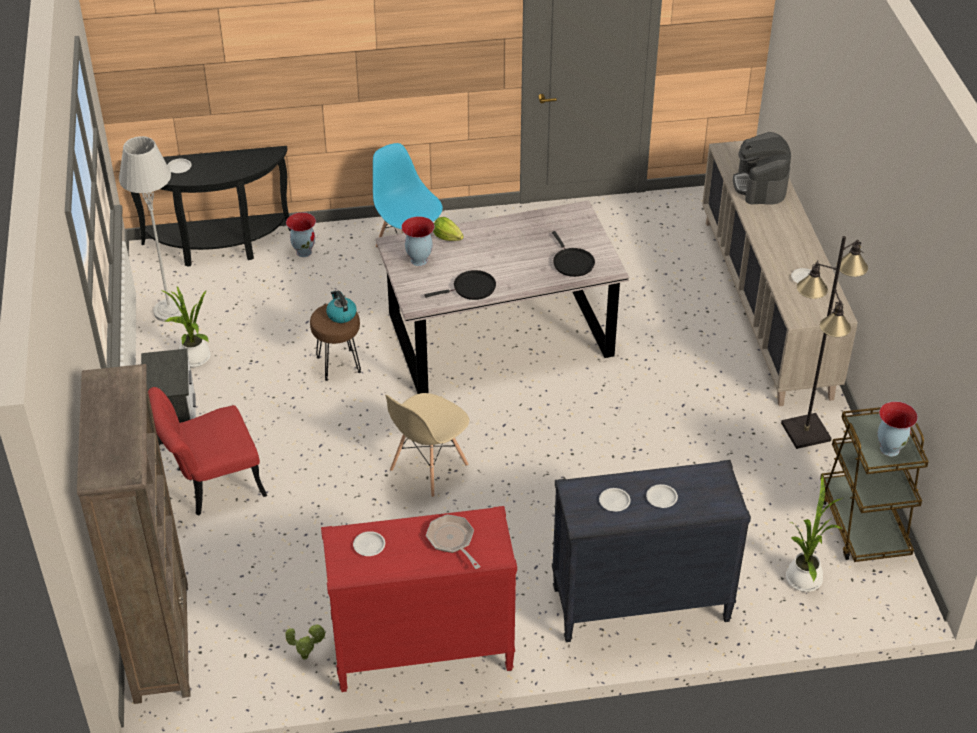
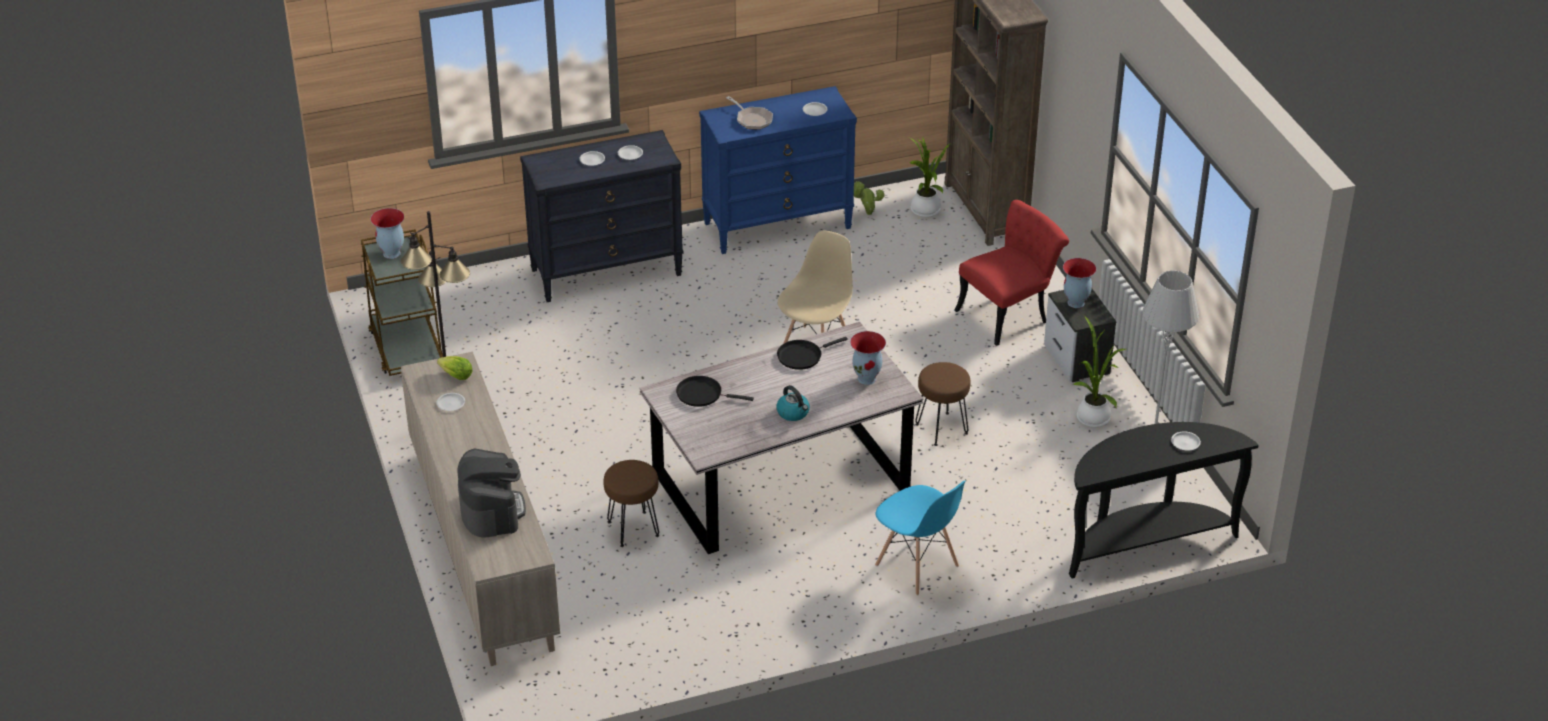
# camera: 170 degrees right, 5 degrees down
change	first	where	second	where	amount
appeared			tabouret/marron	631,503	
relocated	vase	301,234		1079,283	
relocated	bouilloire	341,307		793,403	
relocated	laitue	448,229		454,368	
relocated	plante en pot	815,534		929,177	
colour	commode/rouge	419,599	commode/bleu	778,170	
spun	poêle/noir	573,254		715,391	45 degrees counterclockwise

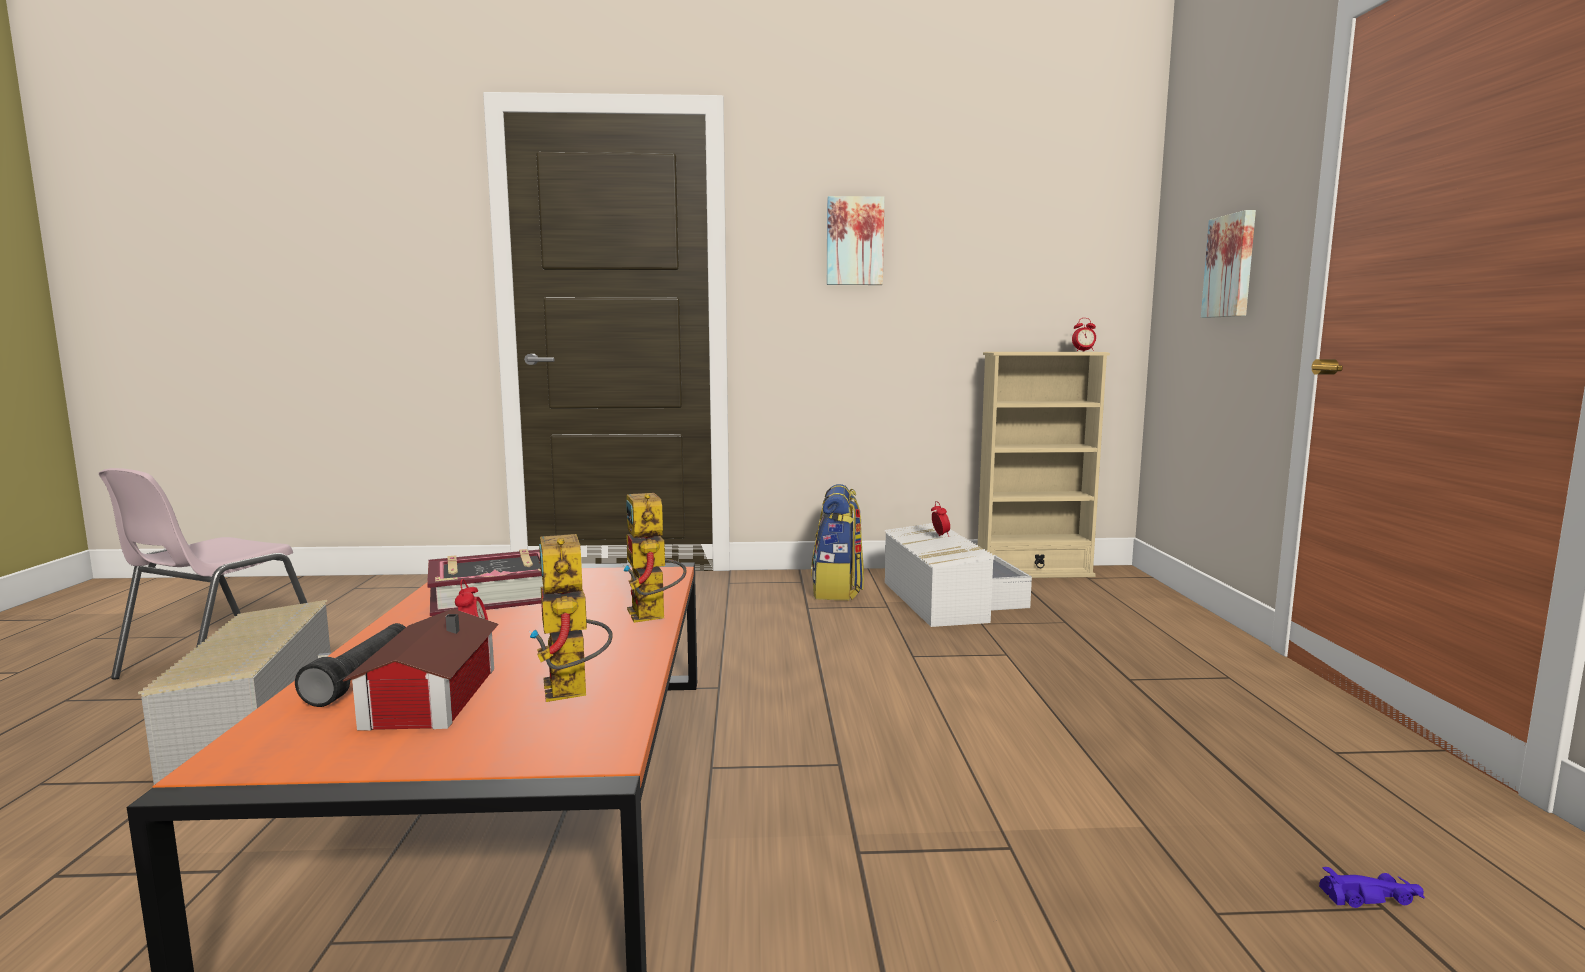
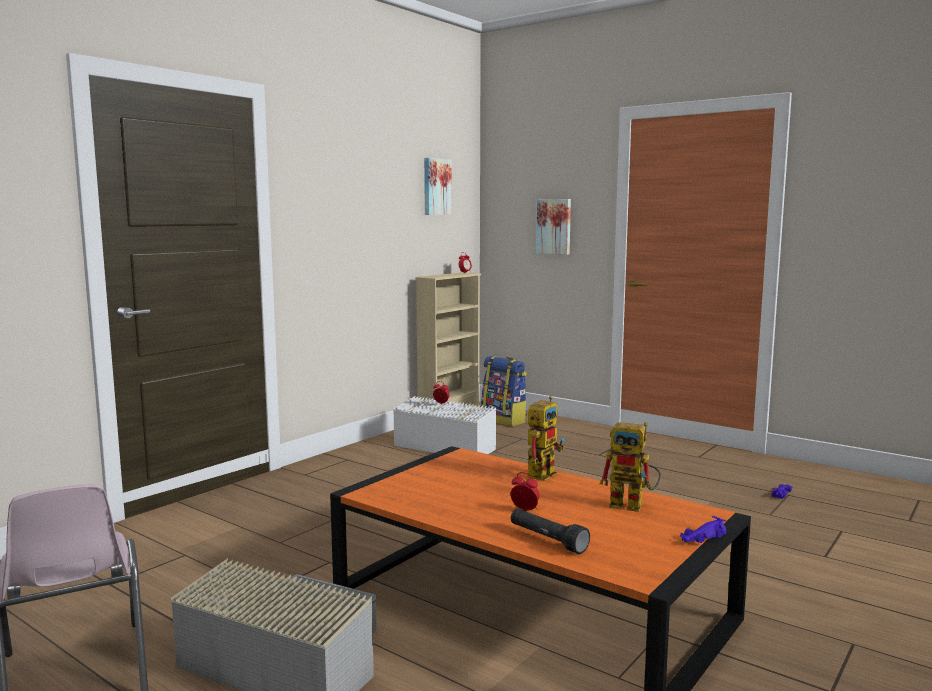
# camera: 50 degrees left, 0 degrees up
change	first	where	second	where	amount
missing	maison miniature	420,670			
missing	livre	485,582			
appeared			petite voiture/violet	703,529	
relocated	sac à dos	837,542		504,391	
relocated	tableau	855,240		438,186	
spun	robot jouet	654,558		546,438	75 degrees counterclockwise

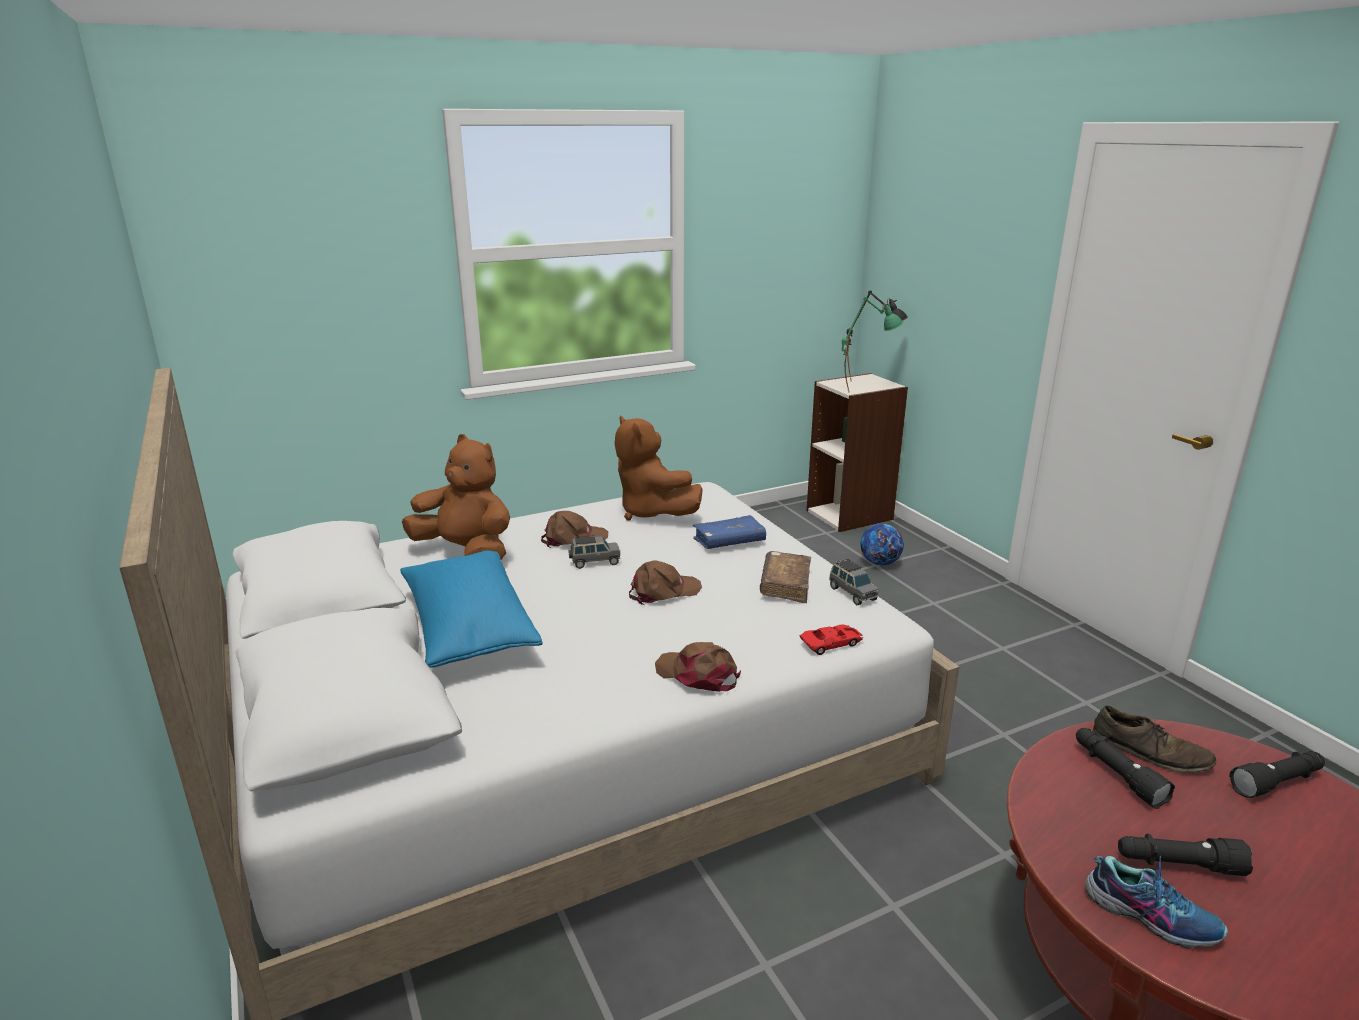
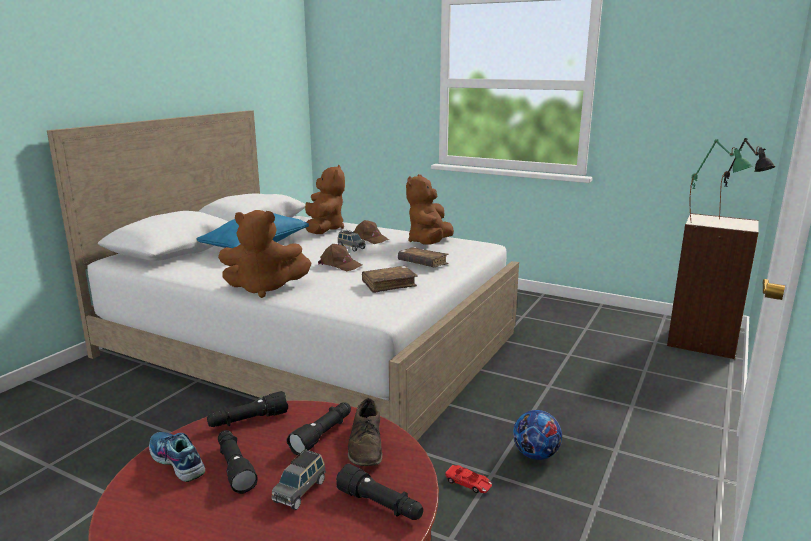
# camera: 55 degrees right, 5 degrees down
change	first	where	second	where	amount
appeared			lampe de poche/noir	247,409	
relocated	petite voiture/rouge	831,639		468,479	
relocated	petite voiture/gris	853,582		298,479	
relocated	ballon de foot	882,544		537,435	
exchanged	casquette/marron	698,667	peluche/marron	265,254	
colour	livre/bleu	729,532	livre/marron	423,257	
spun	chaussure	1156,902		177,457	135 degrees clockwise

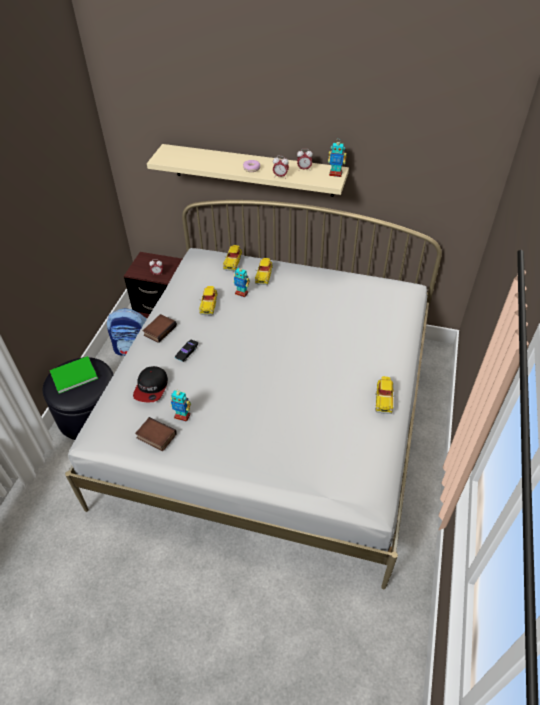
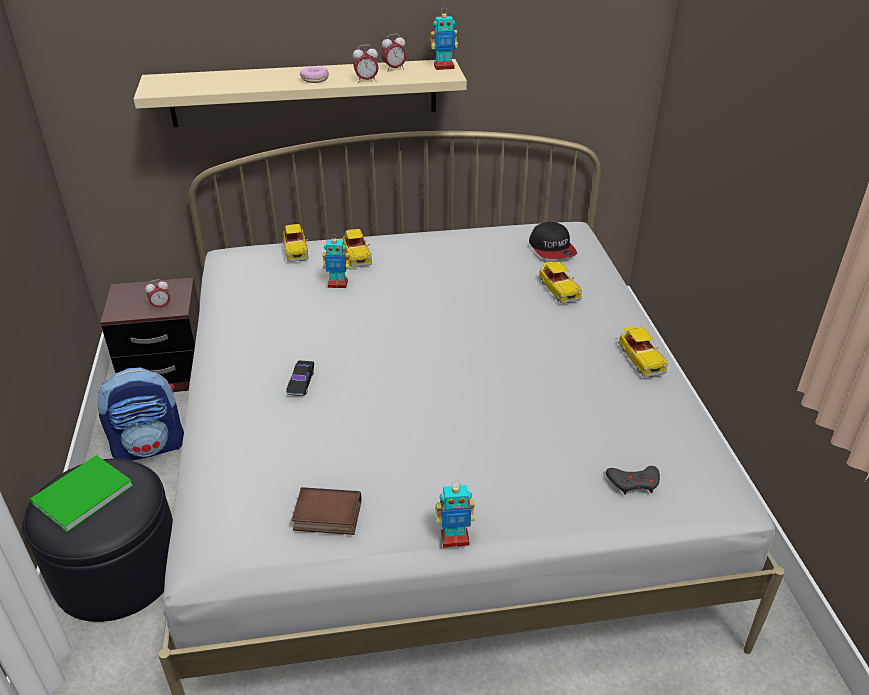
# camera: 25 degrees left, 10 degrees down
change	first	where	second	where	amount
missing	livre	160,328			
appeared			manette/gris	633,480	
relocated	casquette	150,384		553,240	
relocated	robot jouet	181,406		455,514	
relocated	petite voiture	208,300		560,283	

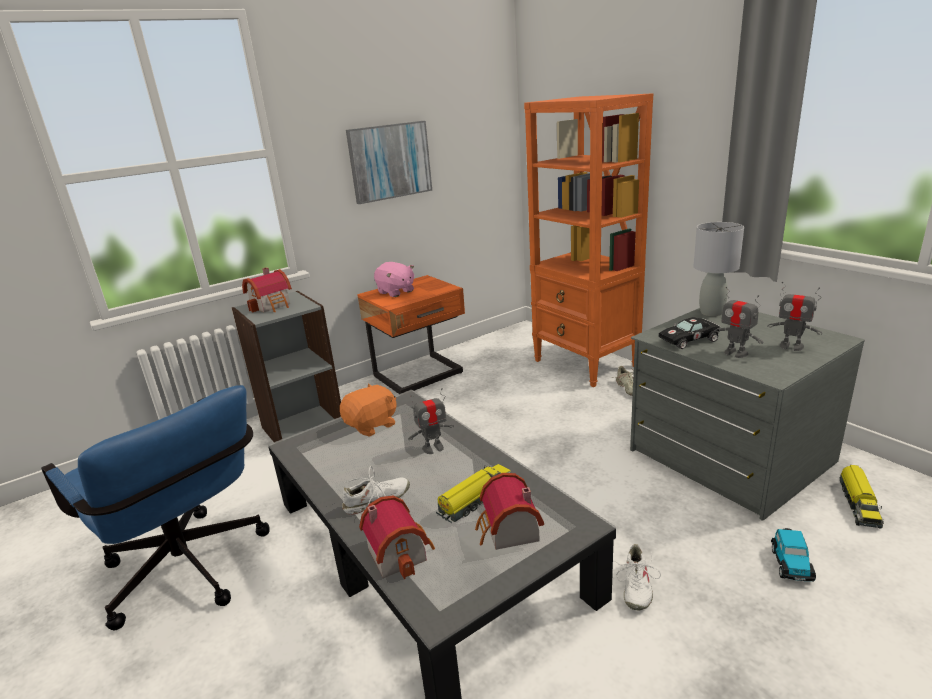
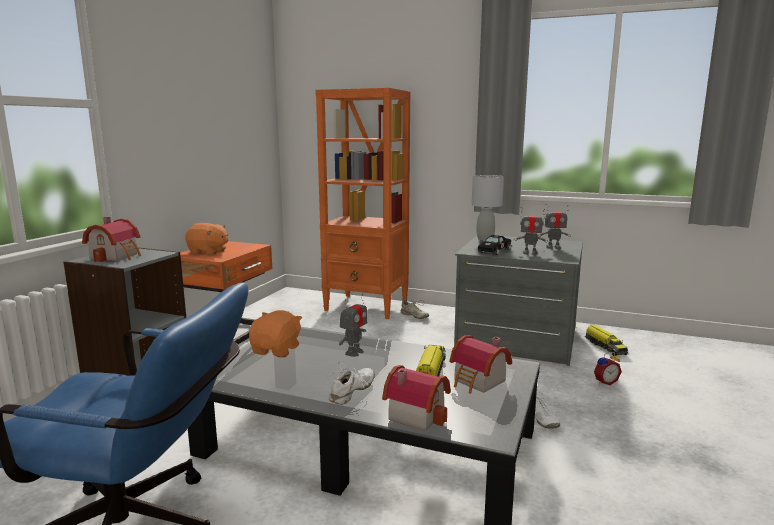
# camera: 35 degrees left, 10 degrees down
change	first	where	second	where	amount
missing	tableau	389,162			
exchanged	petite voiture	793,555	réveil	607,368	
colour	peluche/rose	394,279	peluche/orange	206,239	

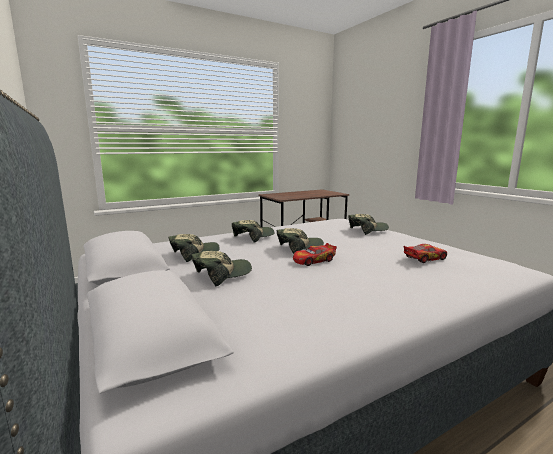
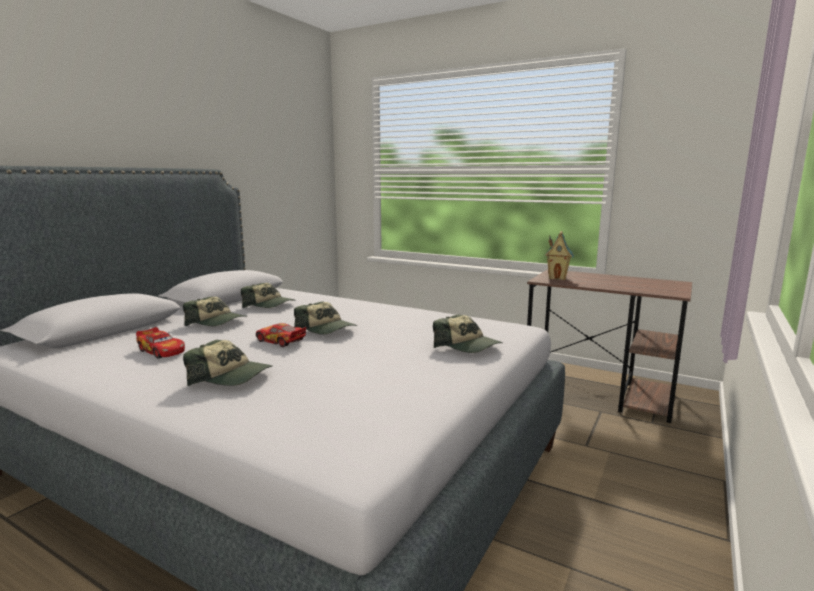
# camera: 60 degrees right, 0 degrees up
change	first	where	second	where	amount
appeared			maison miniature	559,255	
relocated	casquette	253,231		227,363	
relocated	petite voiture	425,253		160,343	

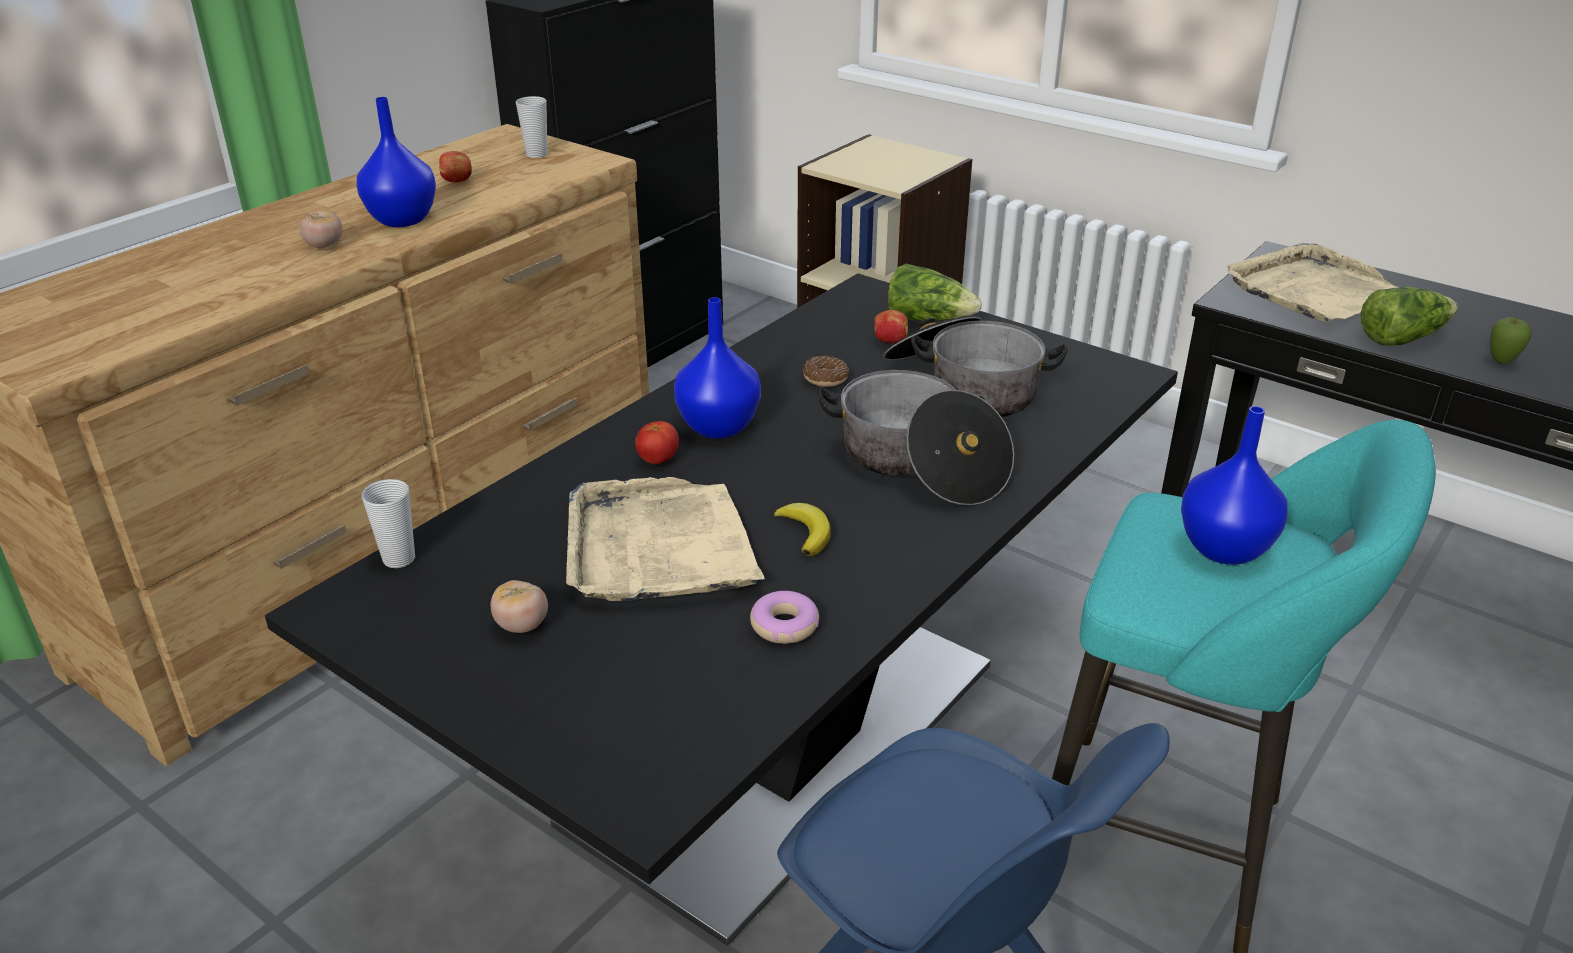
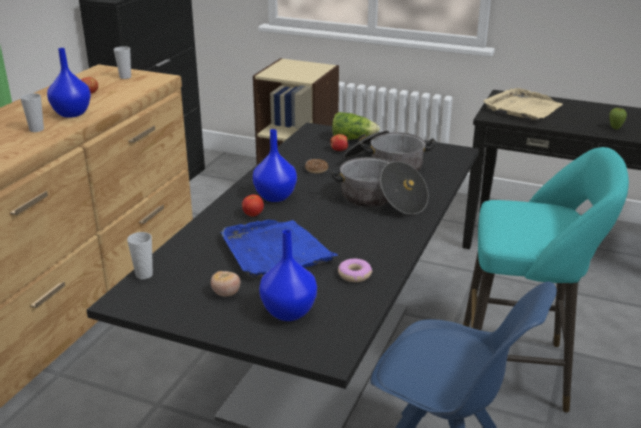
# camera: 15 degrees left, 5 degrees down
change	first	where	second	where	amount
missing	banane	802,529			
missing	laitue	1409,316			
relocated	vase/bleu	1234,485		288,275	
exchanged	tomate	321,228	tasse	32,112	
colour	plateau/beige	665,539	plateau/bleu	280,248	

